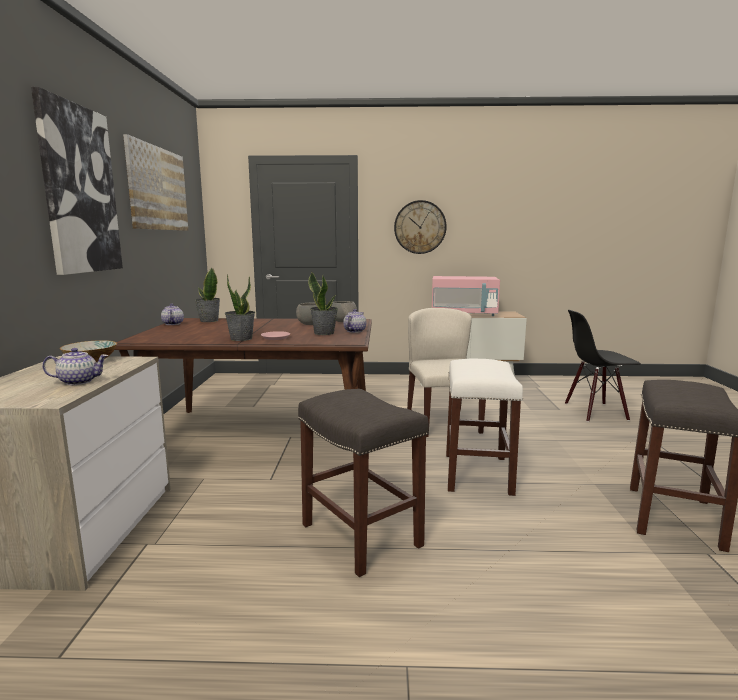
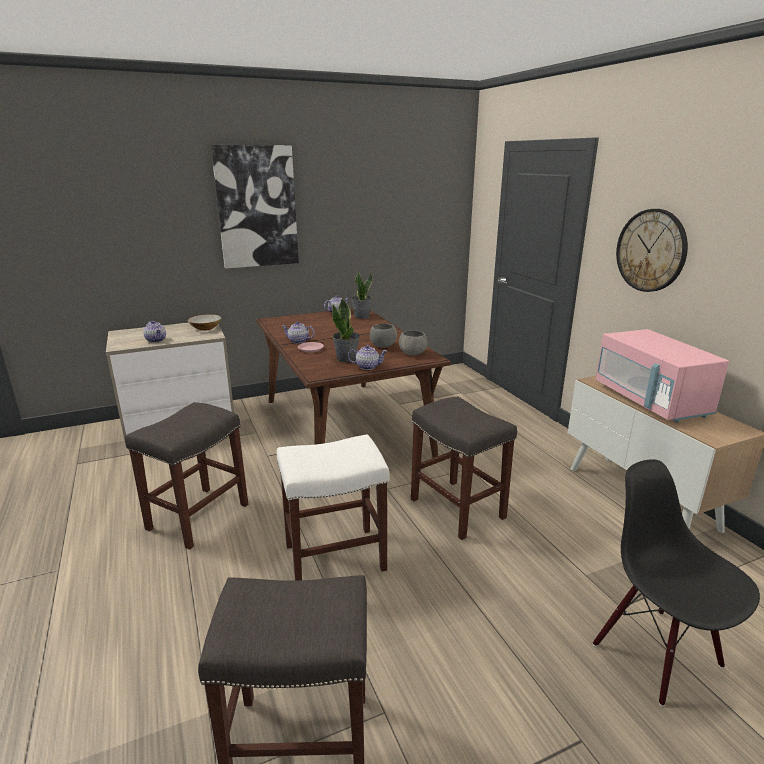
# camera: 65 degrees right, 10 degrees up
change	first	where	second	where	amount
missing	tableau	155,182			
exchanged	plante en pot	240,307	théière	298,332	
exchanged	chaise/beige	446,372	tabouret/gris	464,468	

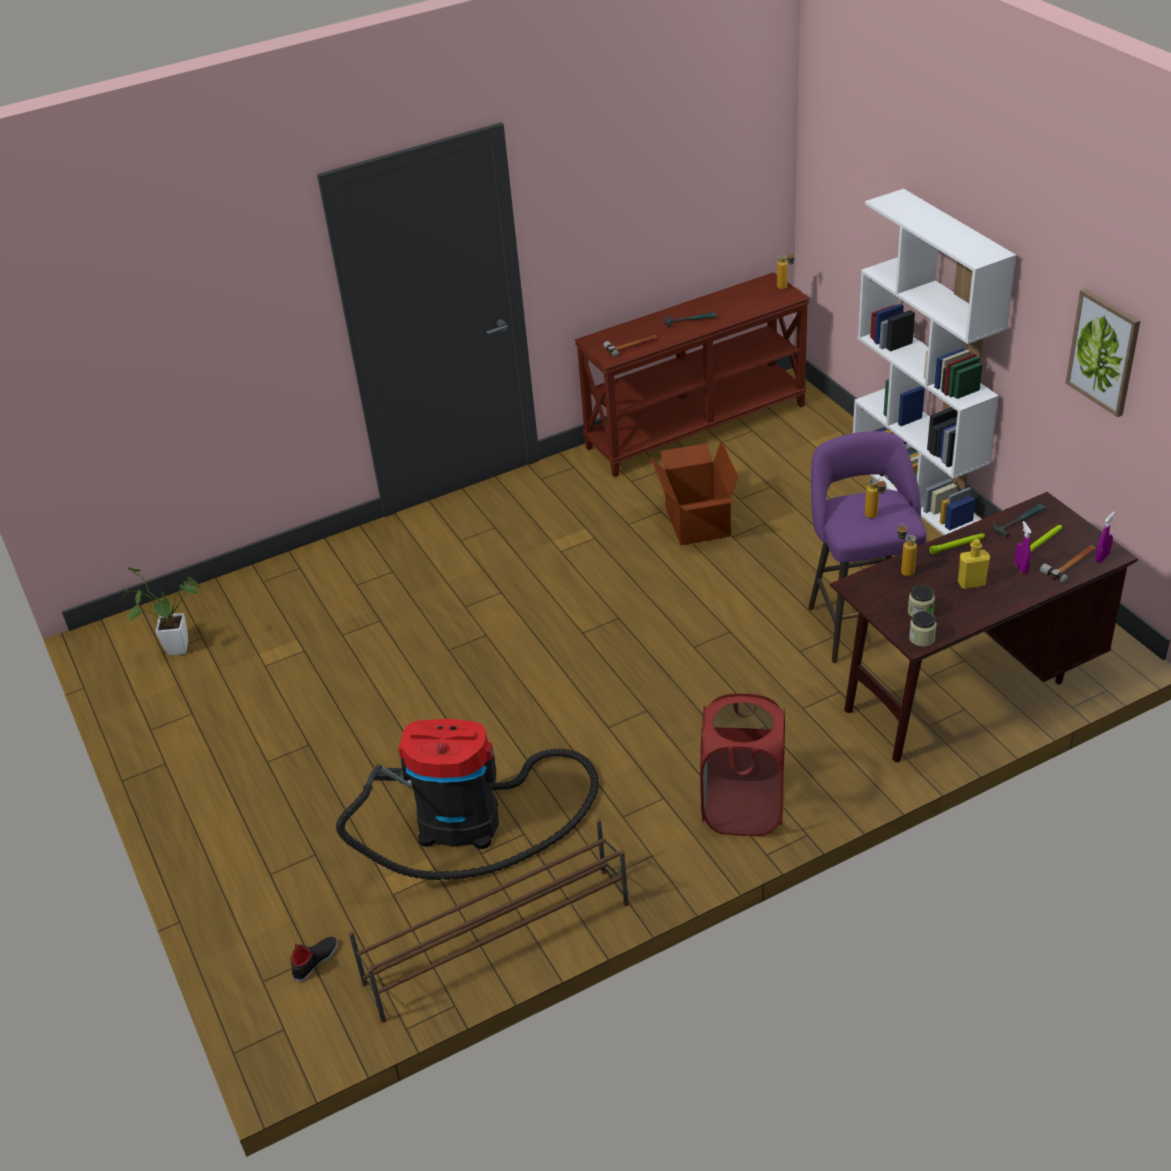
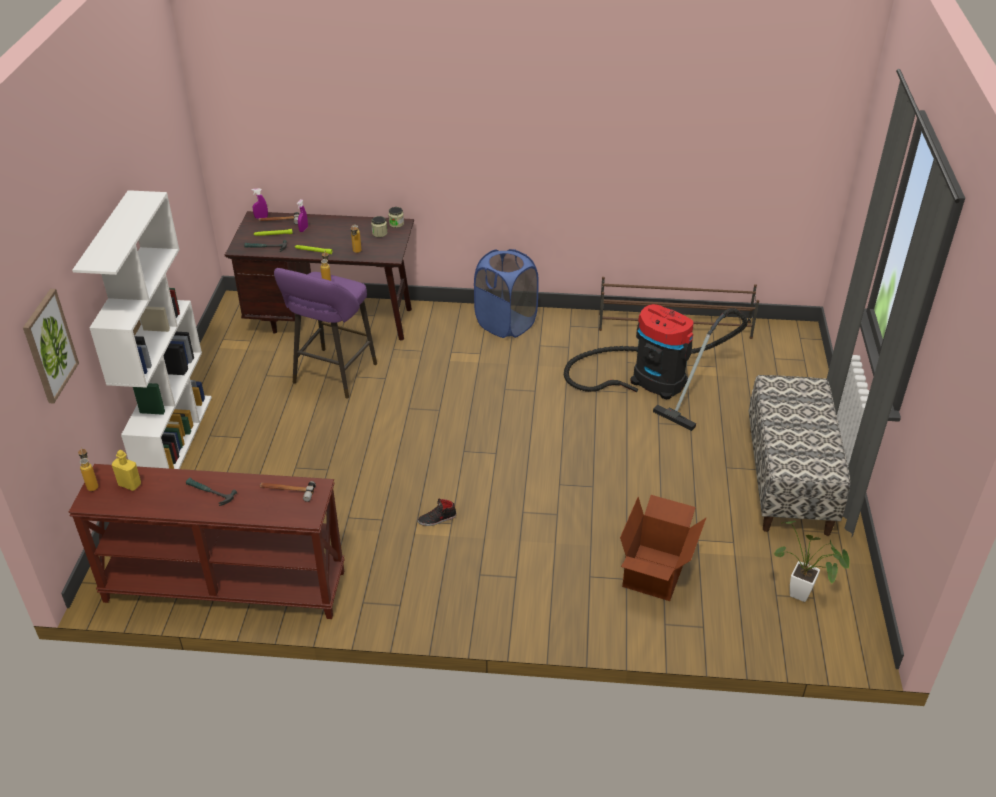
# camera: 150 degrees left, 0 degrees up
change	first	where	second	where	amount
appeared			banc	799,455	
relocated	chaussure/noir	314,959		437,512	
relocated	carton	693,493		663,548	
relocated	bouteille/jaune	974,564		126,470	
relocated	tableau	1103,353		51,346	
colour	panier à linge/rouge	742,764	panier à linge/bleu	506,293	

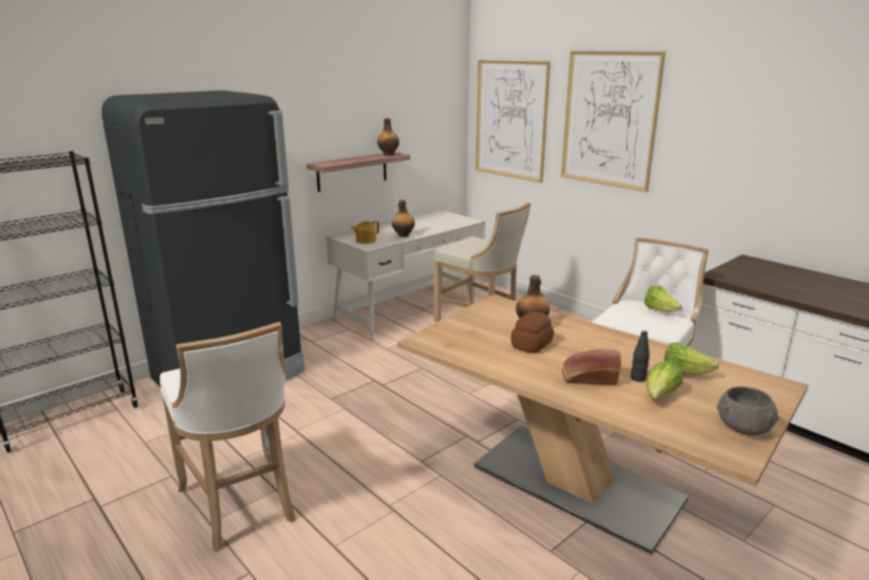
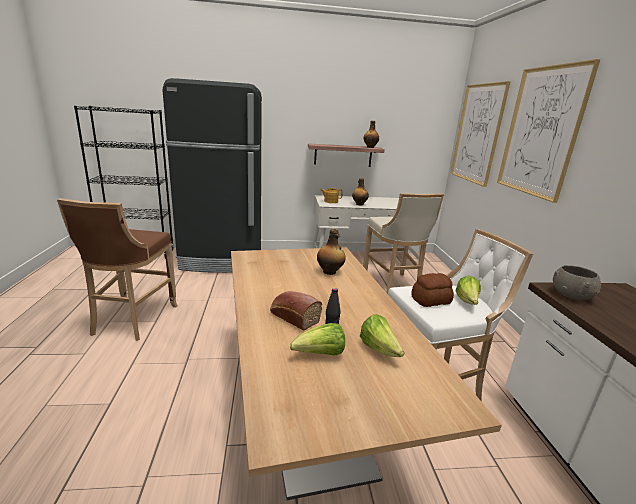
# camera: 35 degrees right, 0 degrees up
change	first	where	second	where	amount
relocated	pain	532,332		432,290	
relocated	bol/gris	748,411		577,282	
colour	tabouret/blanc	228,436	tabouret/marron	117,269	

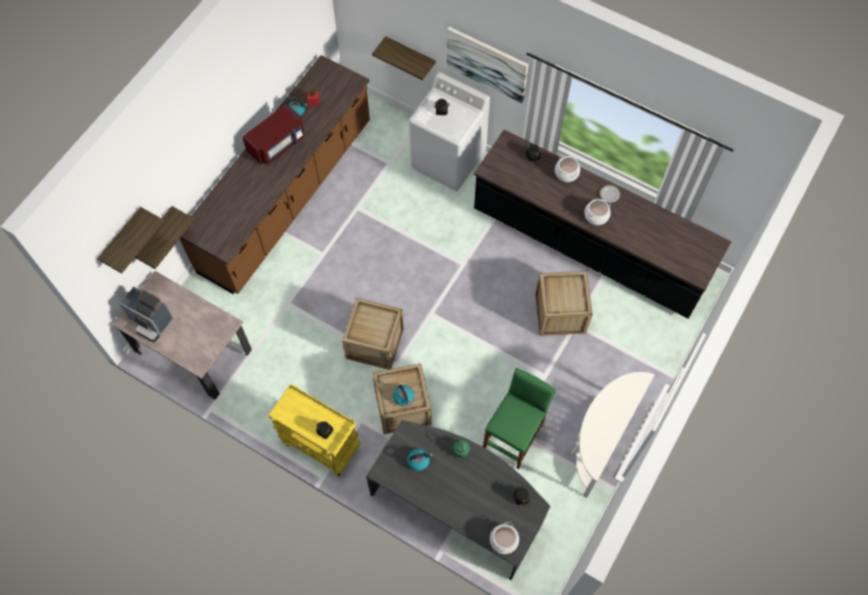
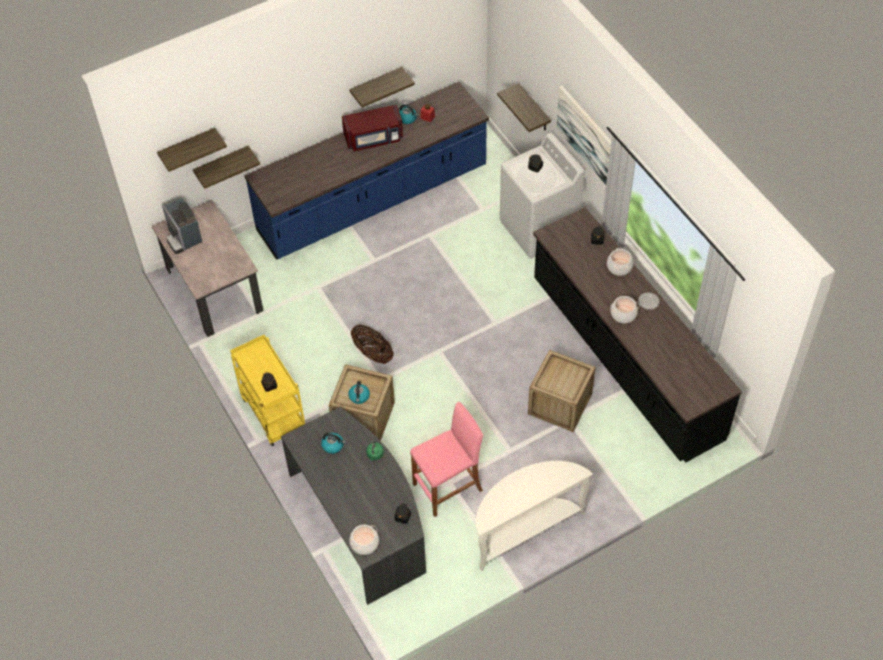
# camera: 30 degrees right, 10 degrees down
change	first	where	second	where	amount
appeared			étagère	382,87	
exchanged	caisse	373,334	panier	372,344	
colour	comptoir de cuisine/marron	275,174	comptoir de cuisine/bleu	366,171	
colour	tabouret/vert	519,418	tabouret/rose	446,459	

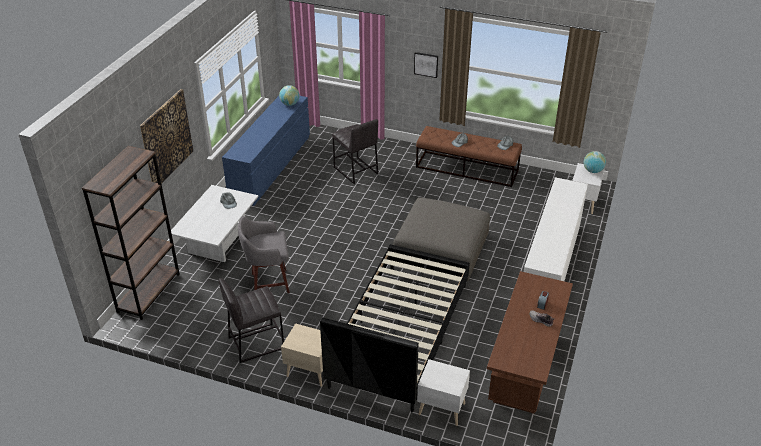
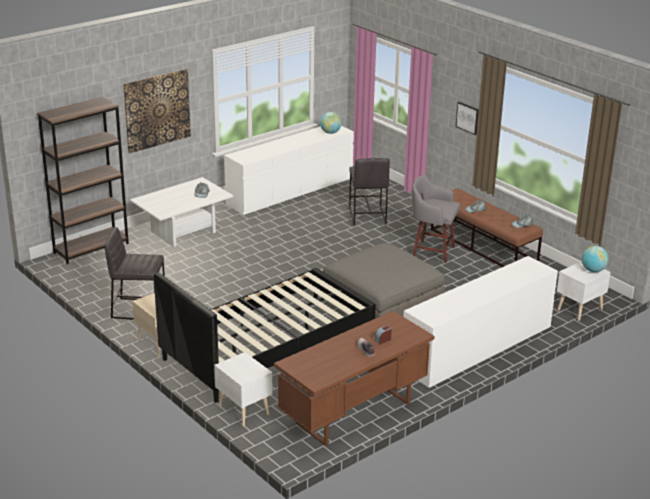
# camera: 30 degrees right, 10 degrees down
change	first	where	second	where	amount
relocated	tabouret/gris	264,254		436,219	
colour	commode/bleu	266,151	commode/blanc	289,170	

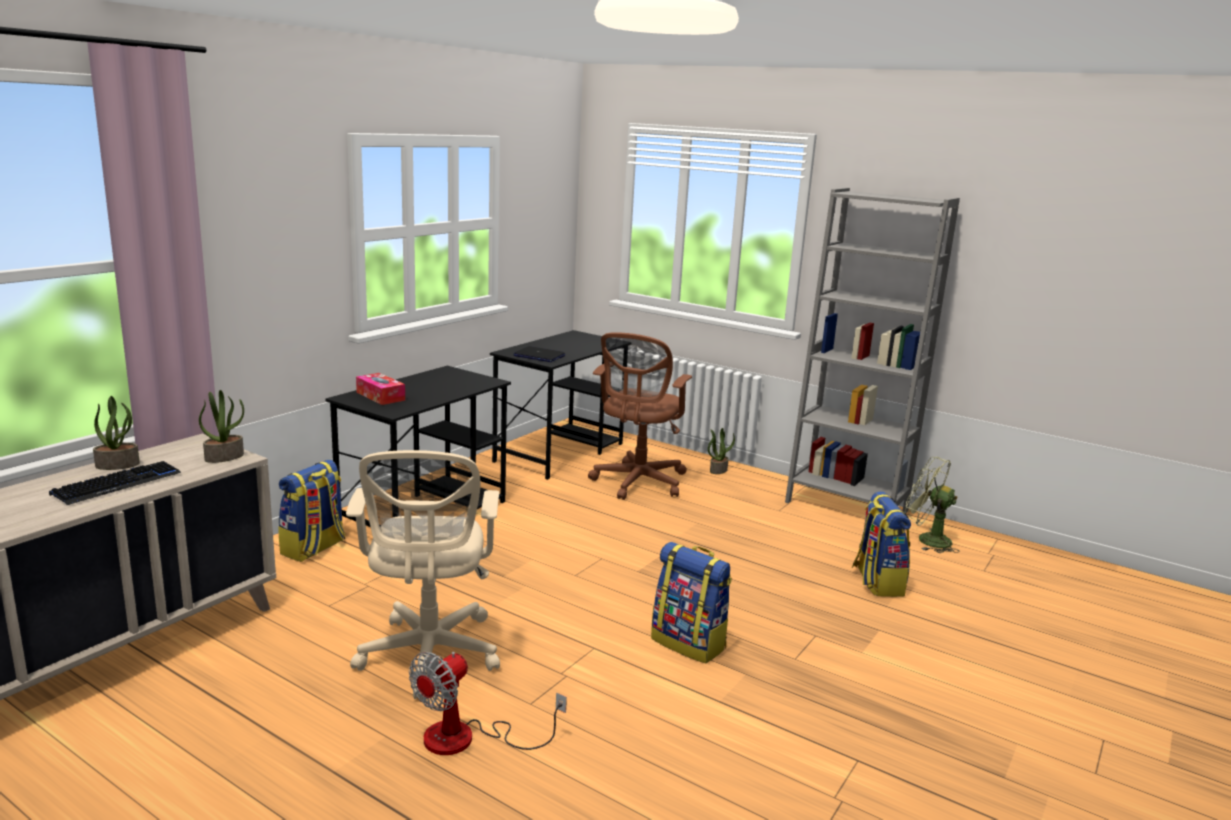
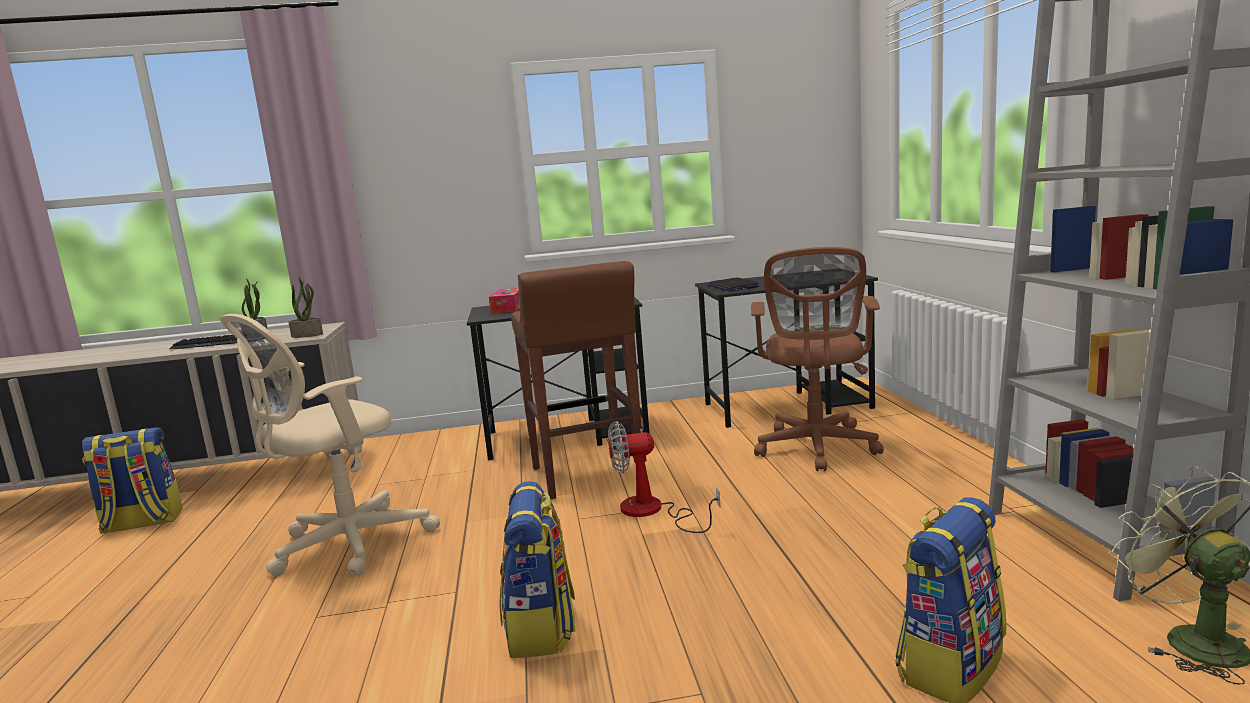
# camera: 50 degrees right, 5 degrees down
change	first	where	second	where	amount
missing	plante en pot	721,451			
appeared			tabouret/marron	576,380	
relocated	sac à dos	311,510		132,480	
relocated	ventilateur	488,703		664,477	
spun	chaise de bureau/marron	640,416		817,359	60 degrees counterclockwise

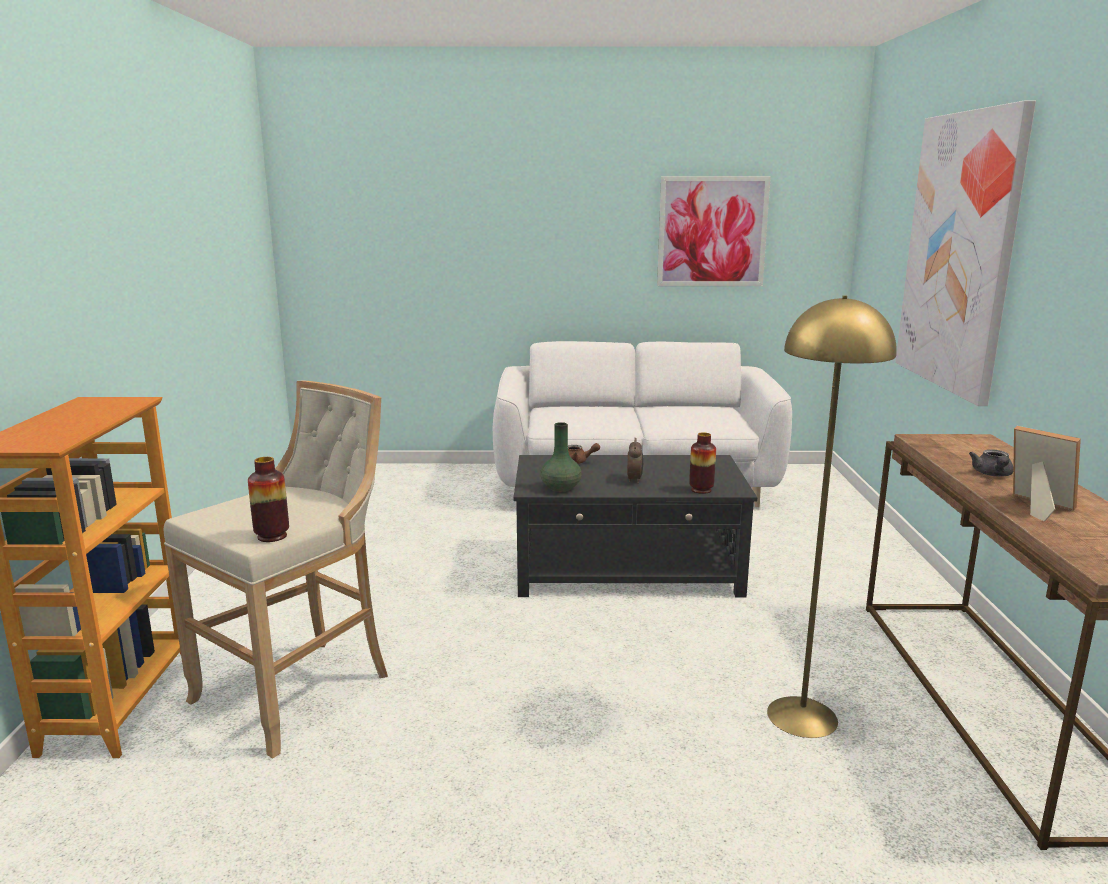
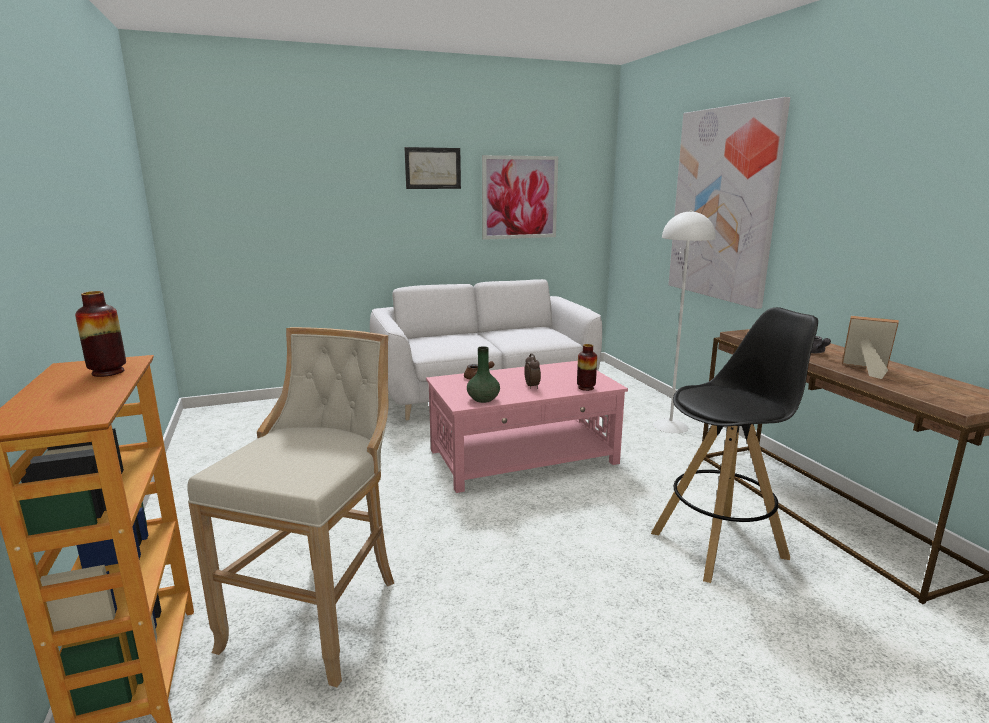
# camera: 20 degrees left, 0 degrees up
change	first	where	second	where	amount
appeared			tableau	432,168	
appeared			lampadaire/blanc	684,321	
relocated	vase	268,499		100,334	
exchanged	lampadaire/jaune	832,516	tabouret/noir	734,445	
colour	table basse/noir	635,526	table basse/rose	527,427	

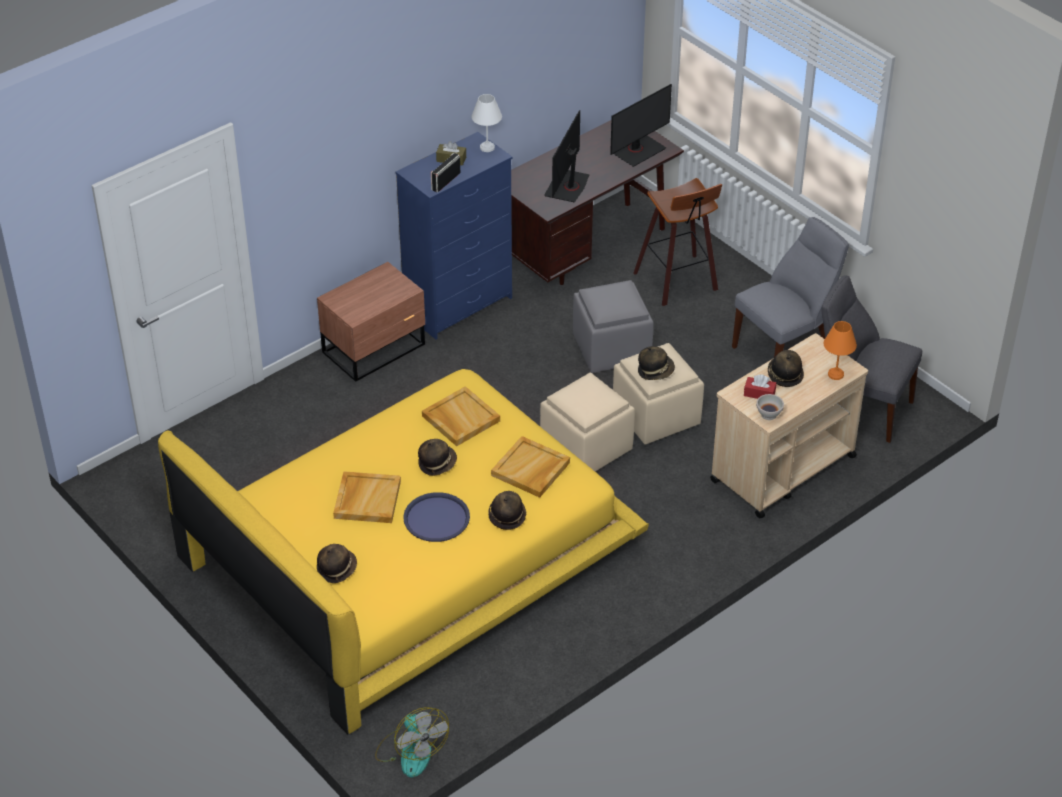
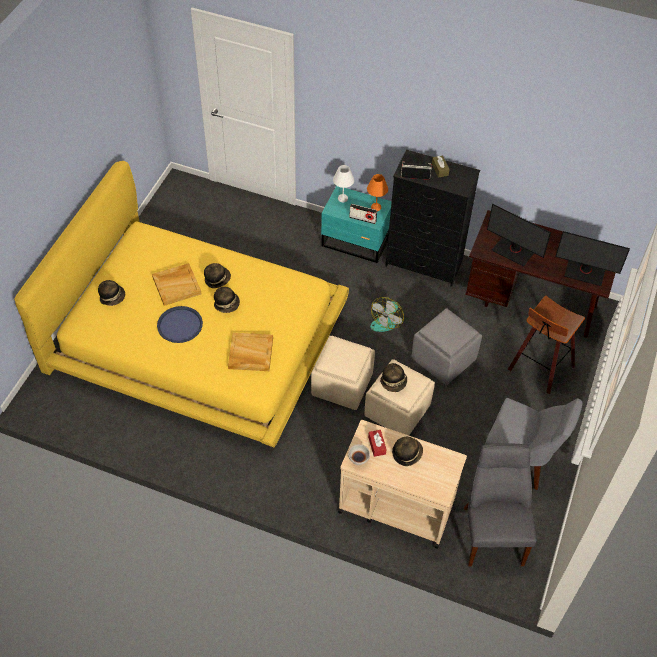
# camera: 60 degrees right, 10 degrees up
change	first	where	second	where	amount
missing	plateau/beige	461,416			
appeared			radio	363,214	
relocated	ventilateur	412,742		387,314	
relocated	lampe de table/blanc	486,123		343,183	
relocated	chapeau	507,510		217,275	
relocated	lampe de table/orange	840,350		377,192	
colour	table de chevet/marron	371,322	table de chevet/turquoise	356,224	
colour	commode/bleu	454,236	commode/noir	433,218	
spun	écran d'ordinateur	567,156		519,235	135 degrees counterclockwise

